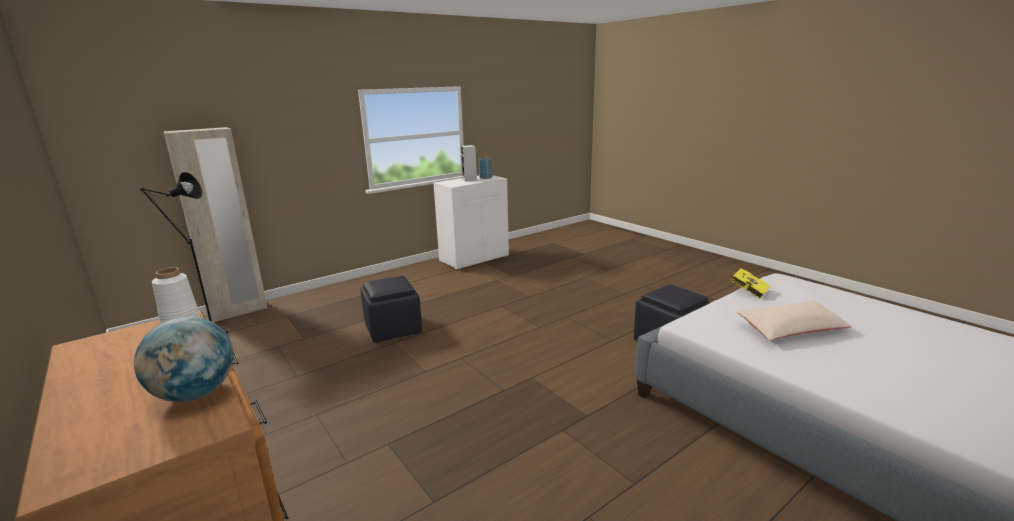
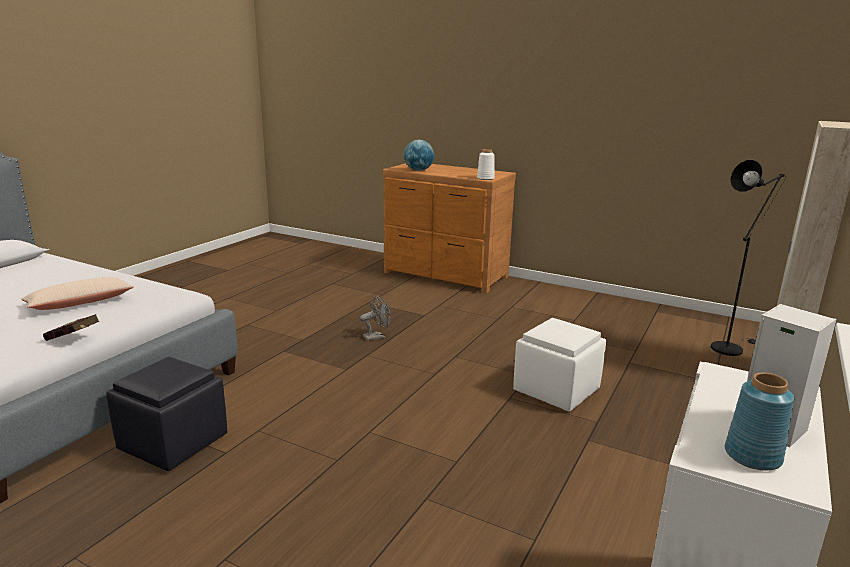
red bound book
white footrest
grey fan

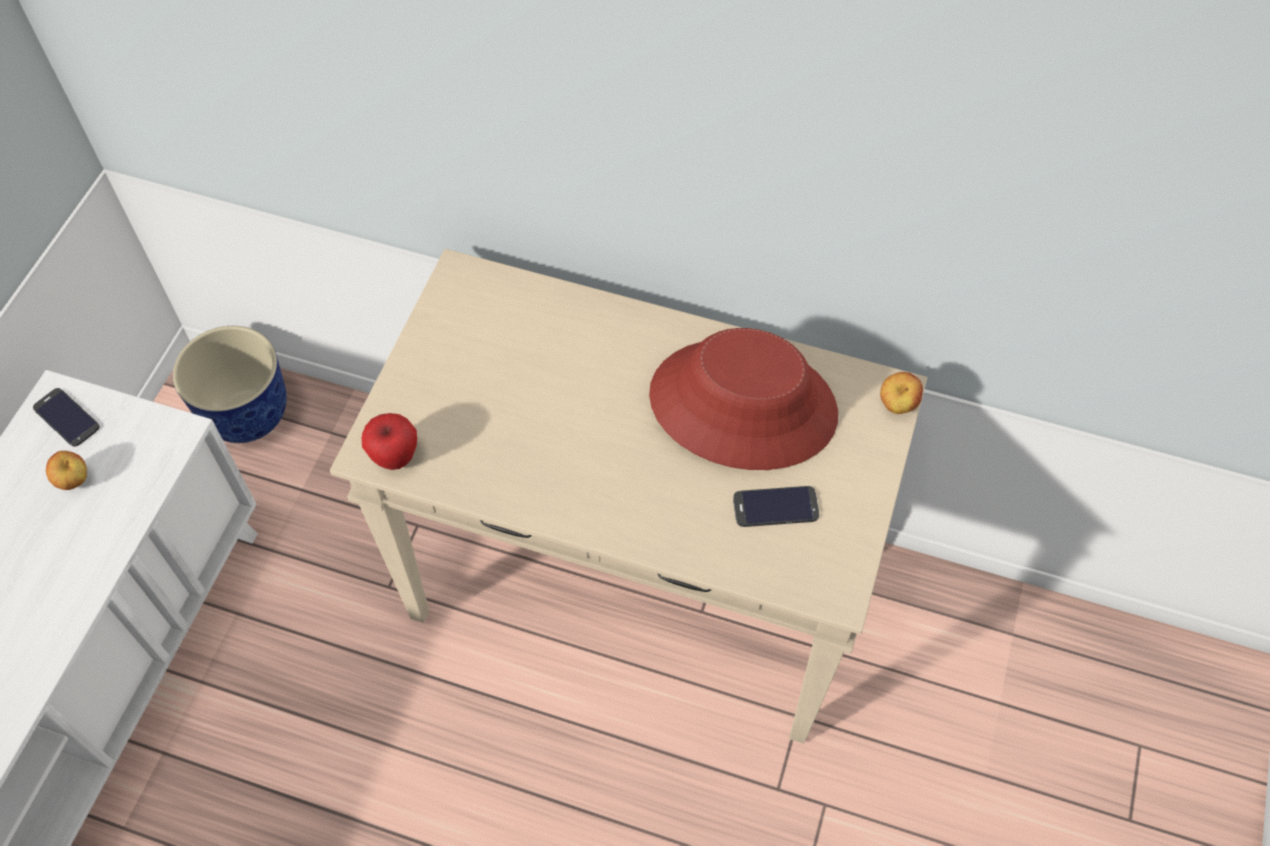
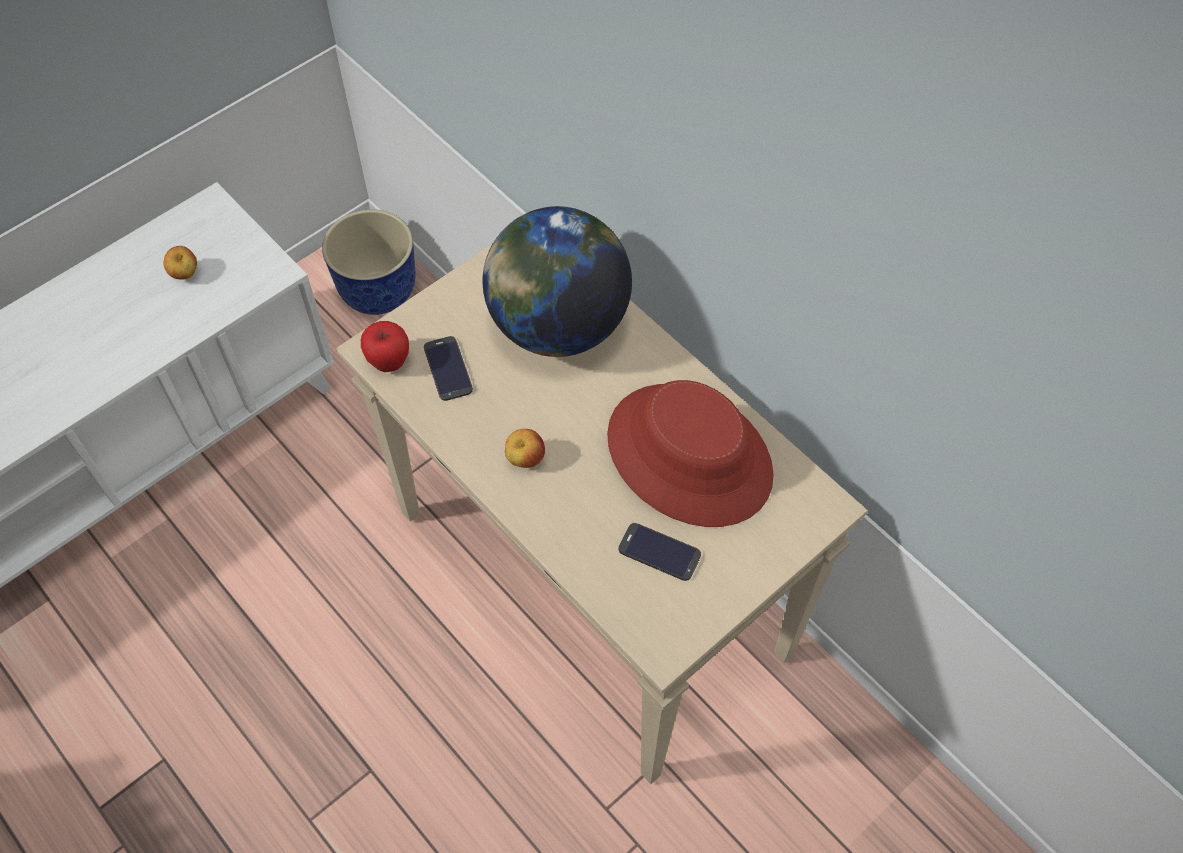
apple (3rd from left)
phone (1st from left)
globe

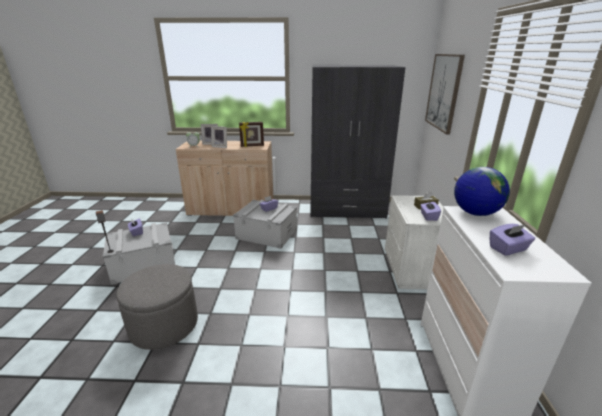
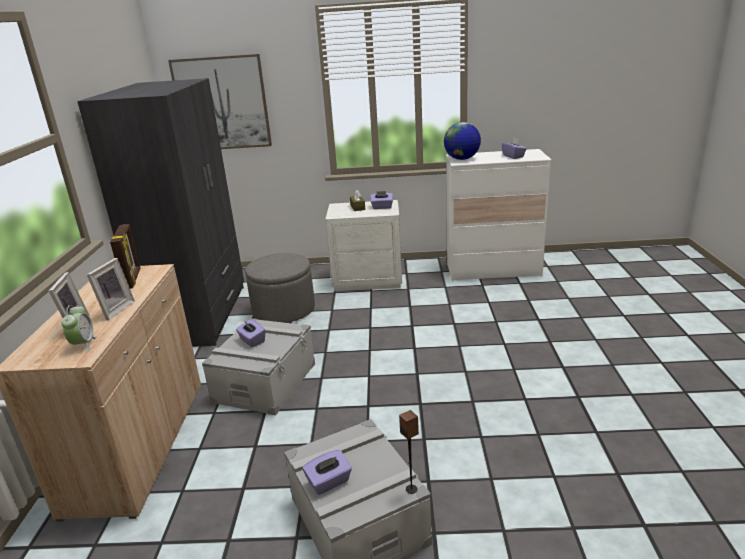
grey footrest

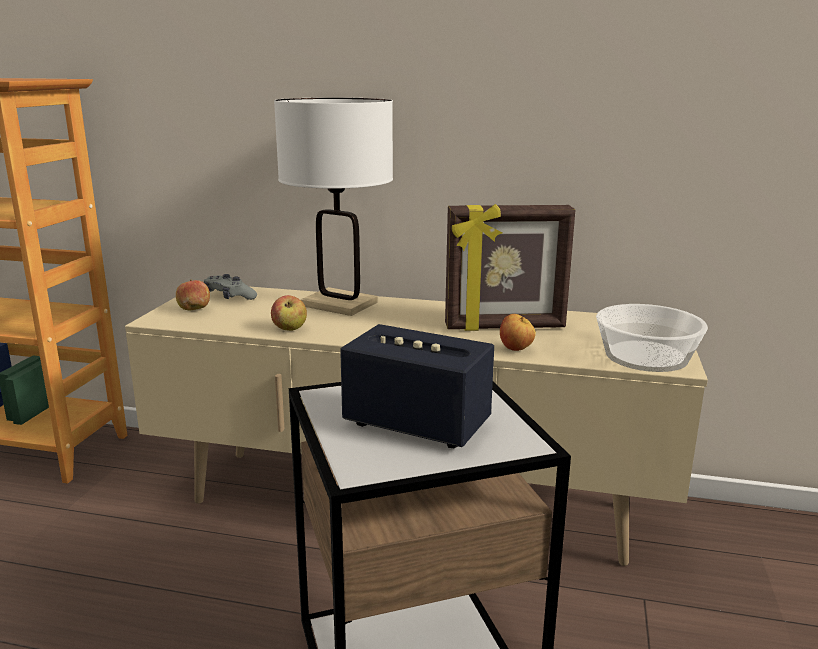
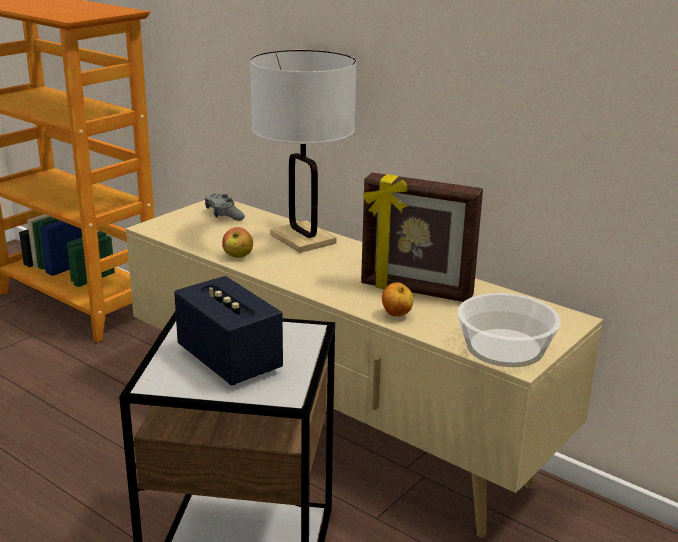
apple (1st from left in the first image)

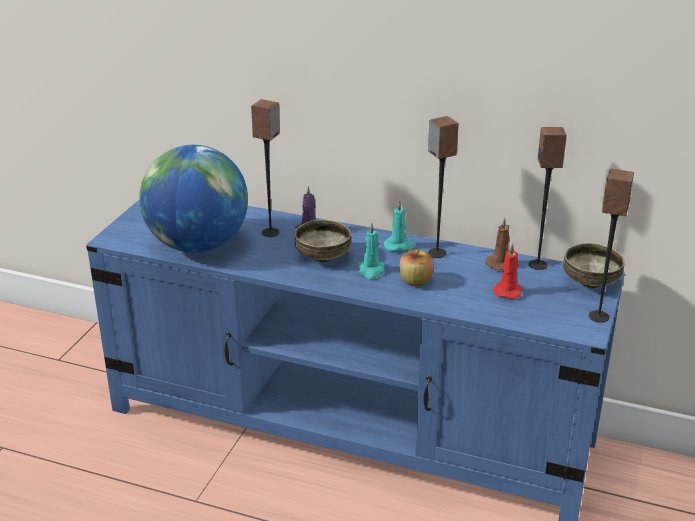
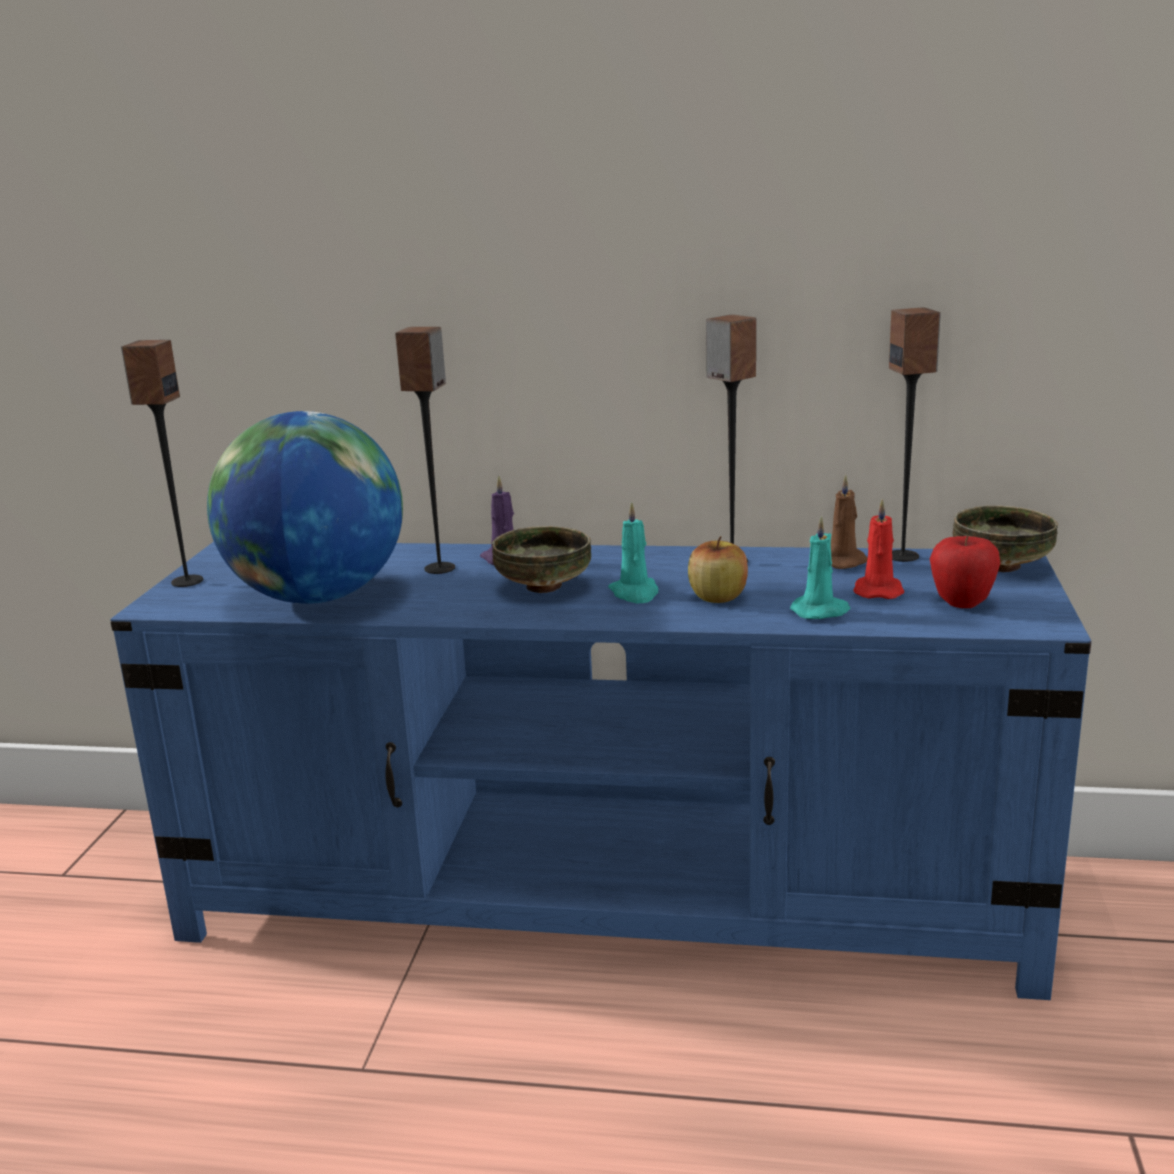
speaker (1st from left)
blue-green wax candle (2nd from left)
apple (2nd from left)

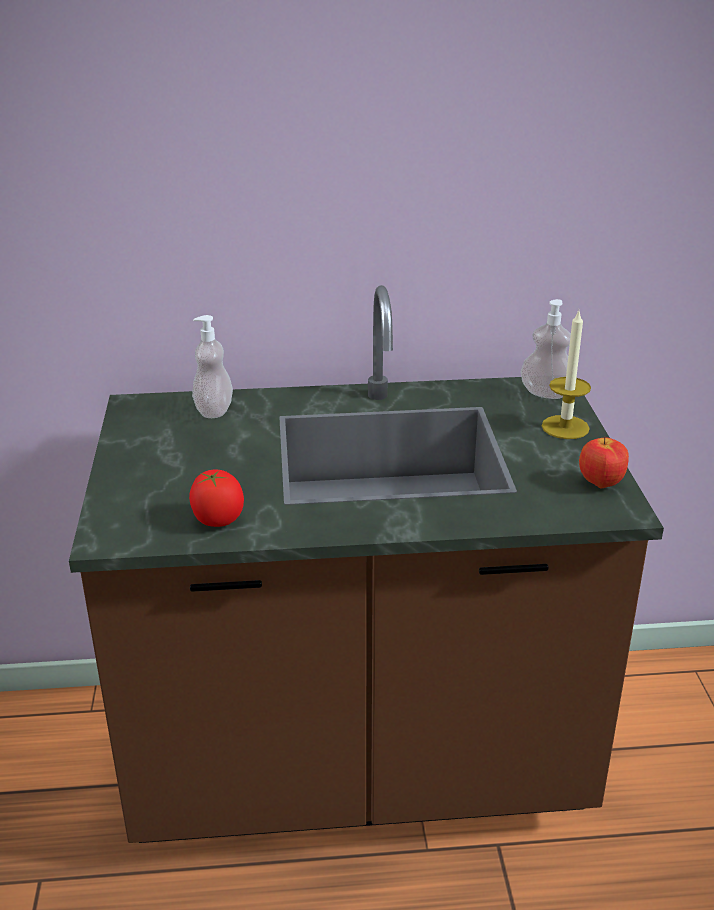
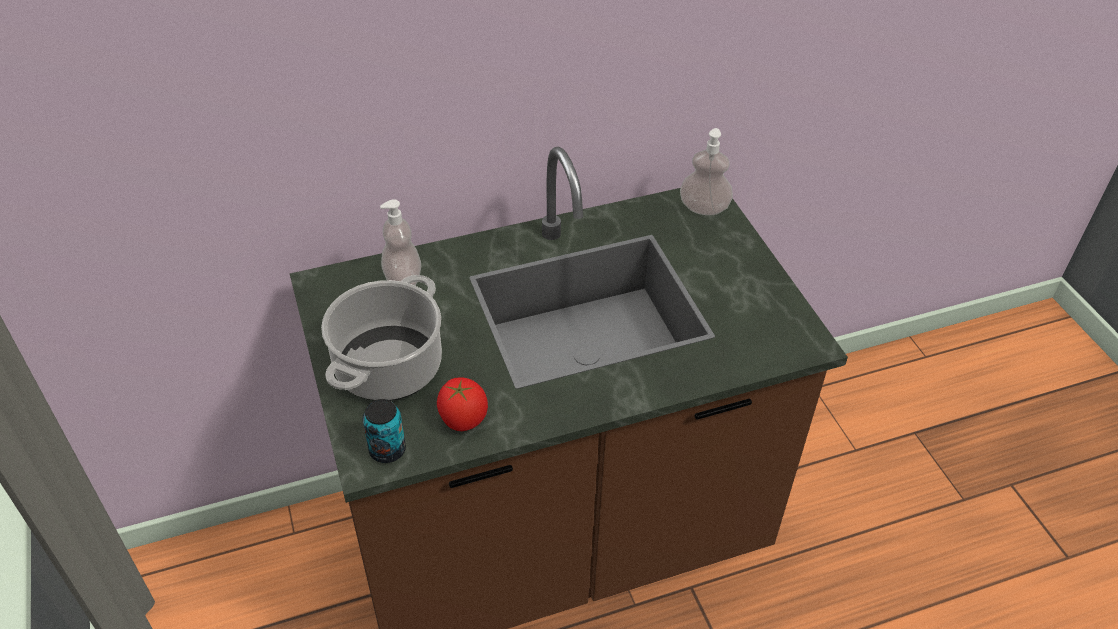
wax candle
apple
stockpot
metal can

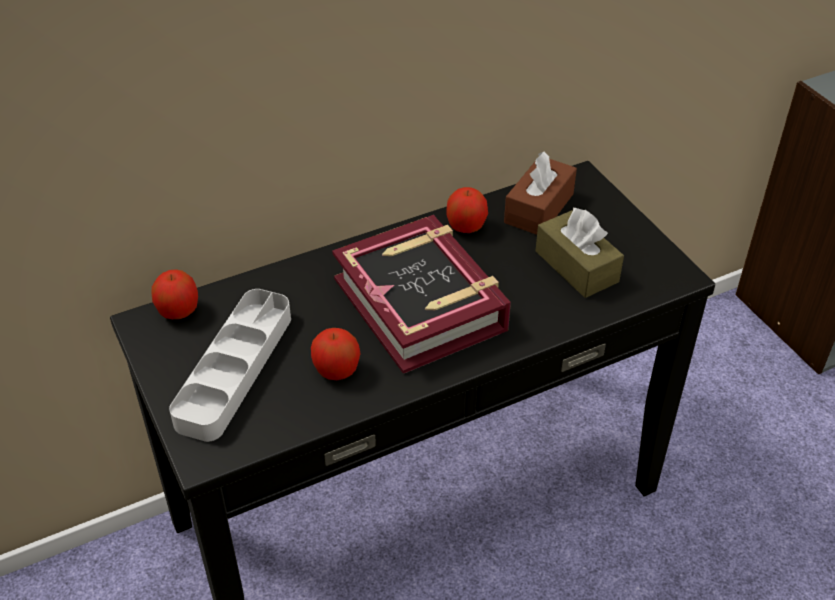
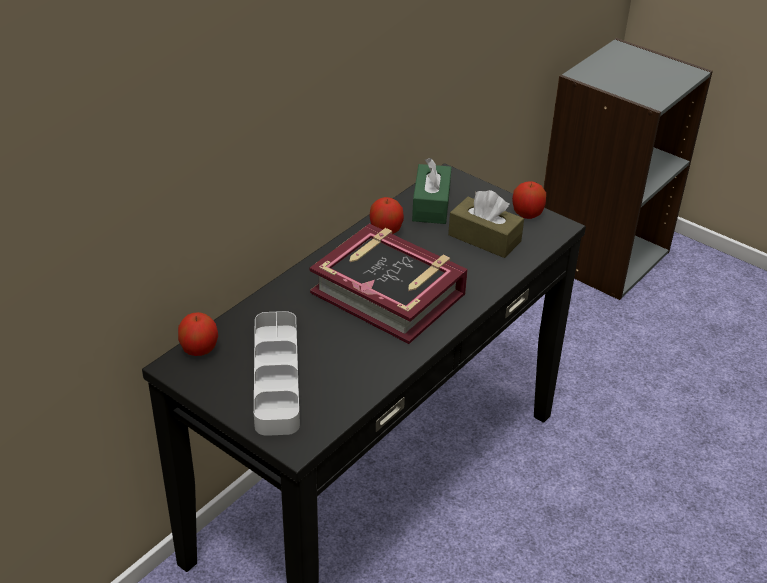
green-coloured tissue box
apple (3rd from left)

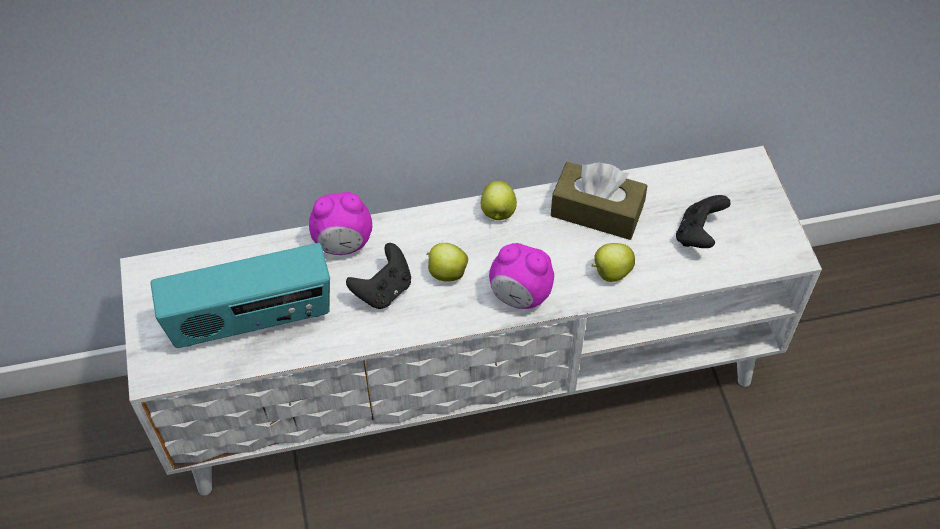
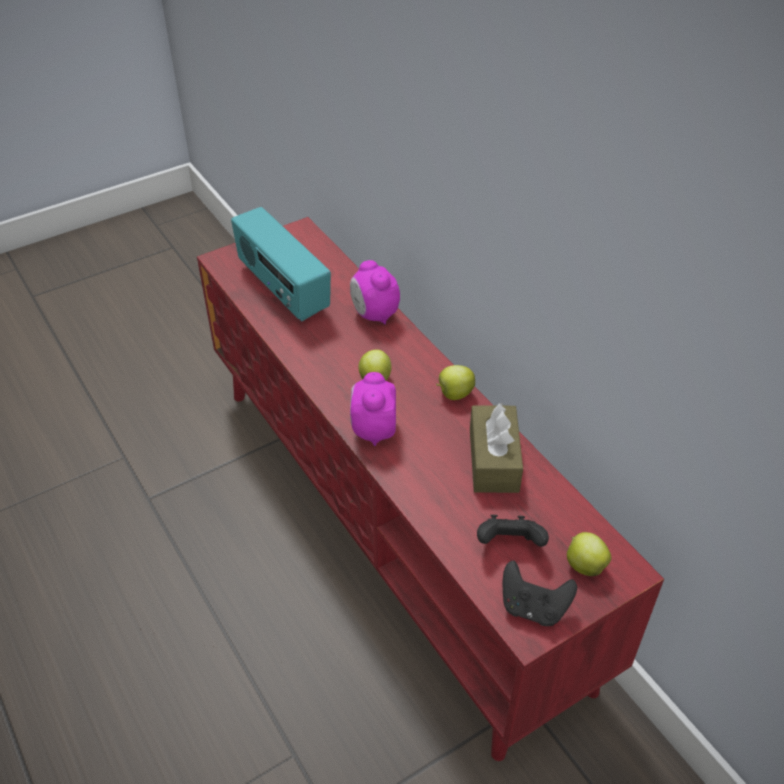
red tv stand
black-coloured joypad (2nd from left)
apple (3rd from left)

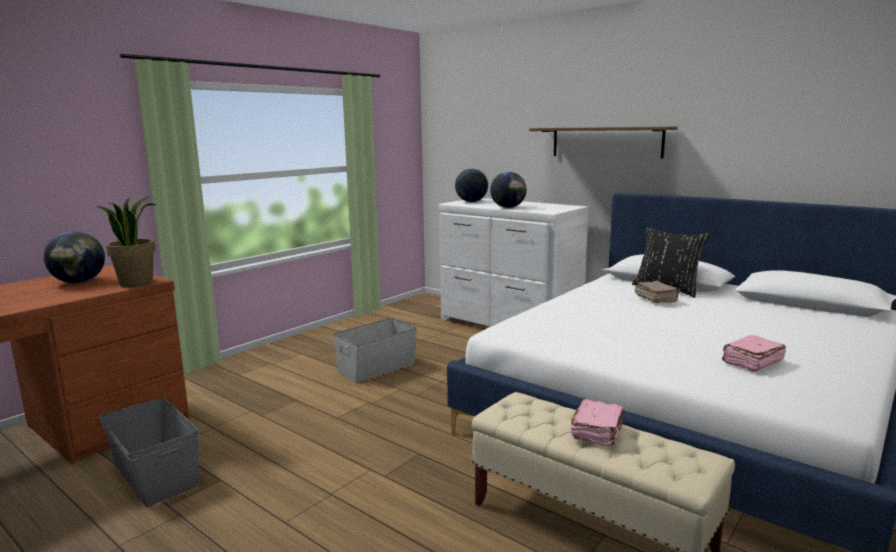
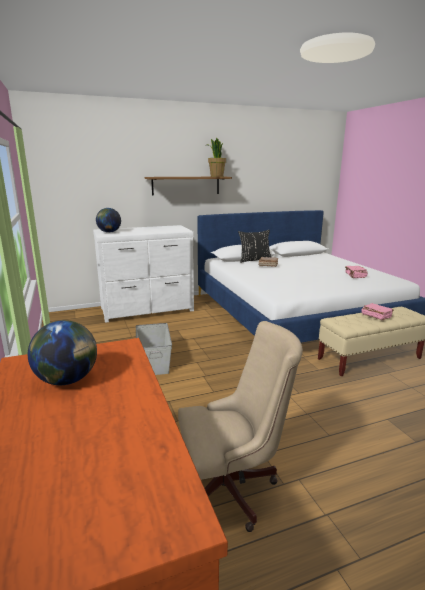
globe (3rd from left in the first image)
potted plant
sand-coloured desk chair

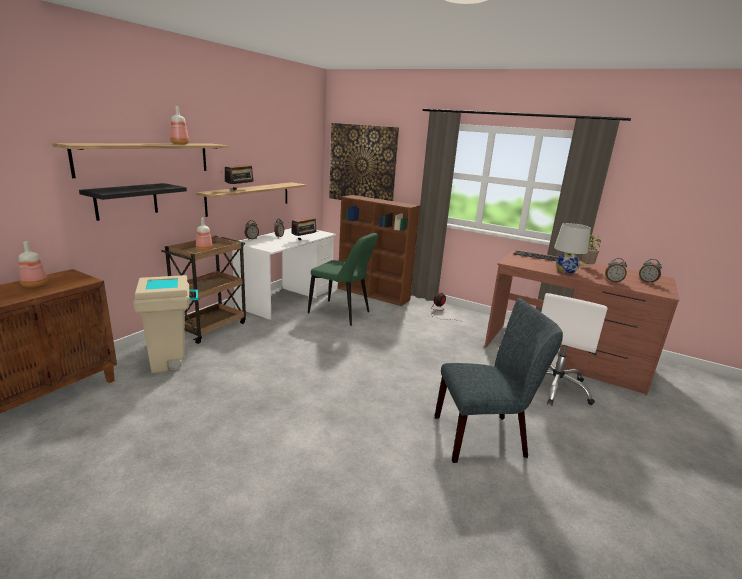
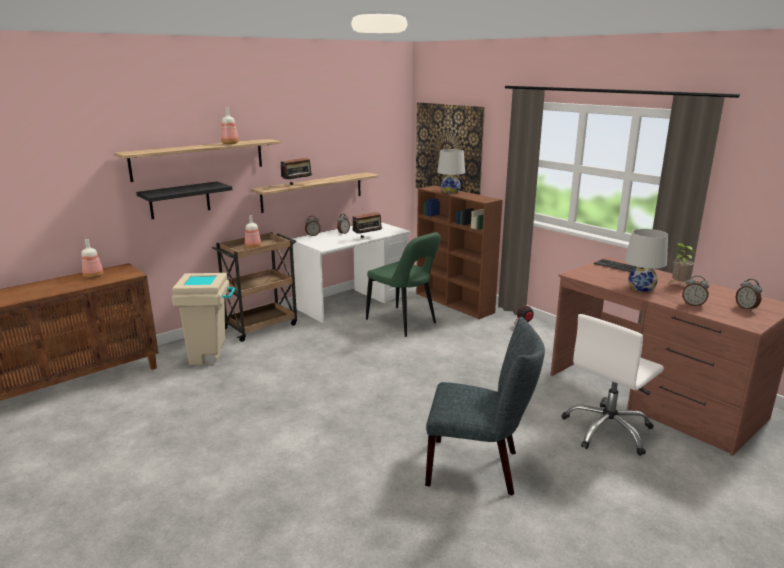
white table lamp (1st from left)

